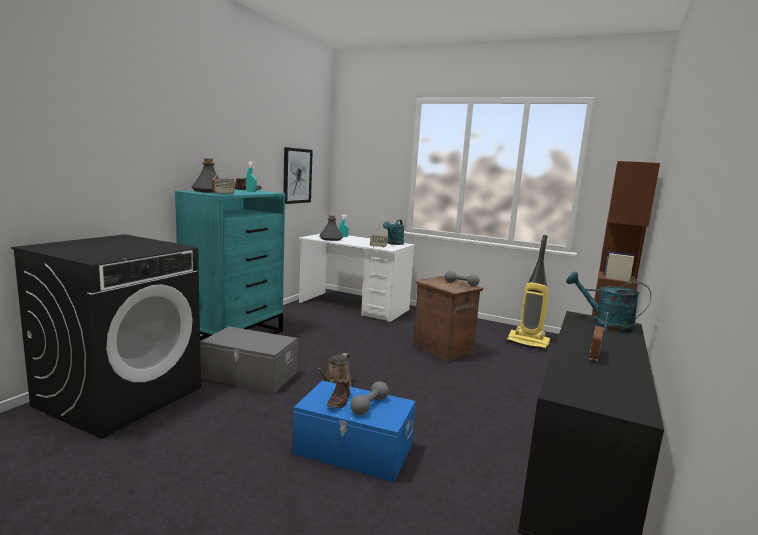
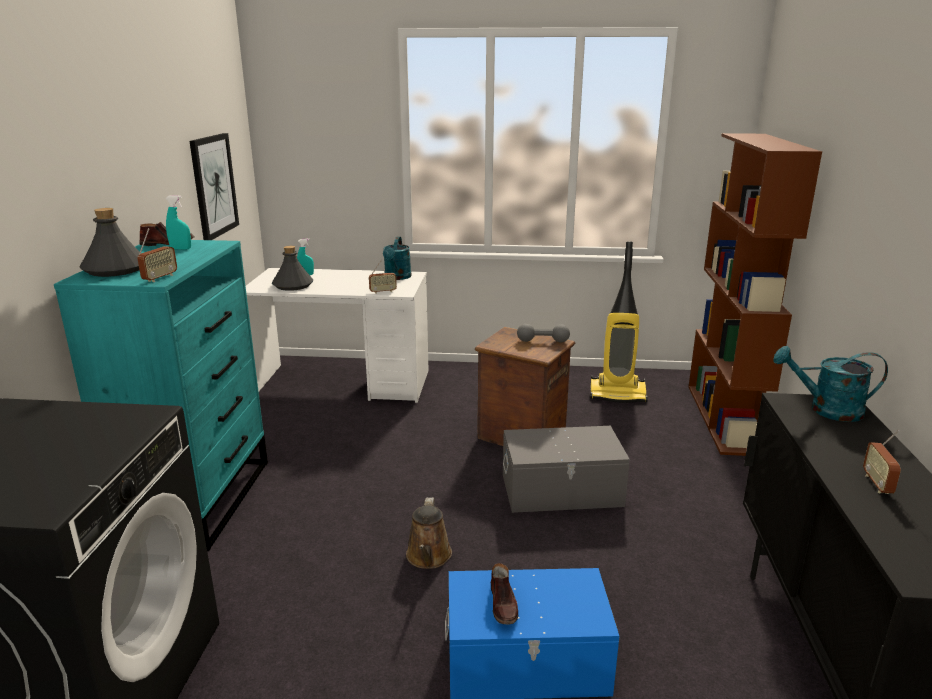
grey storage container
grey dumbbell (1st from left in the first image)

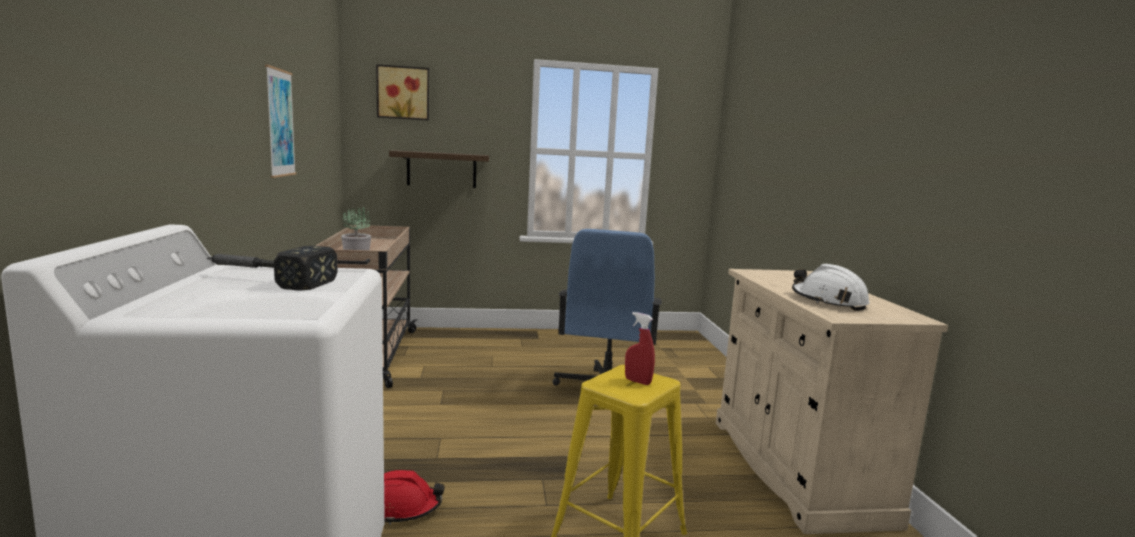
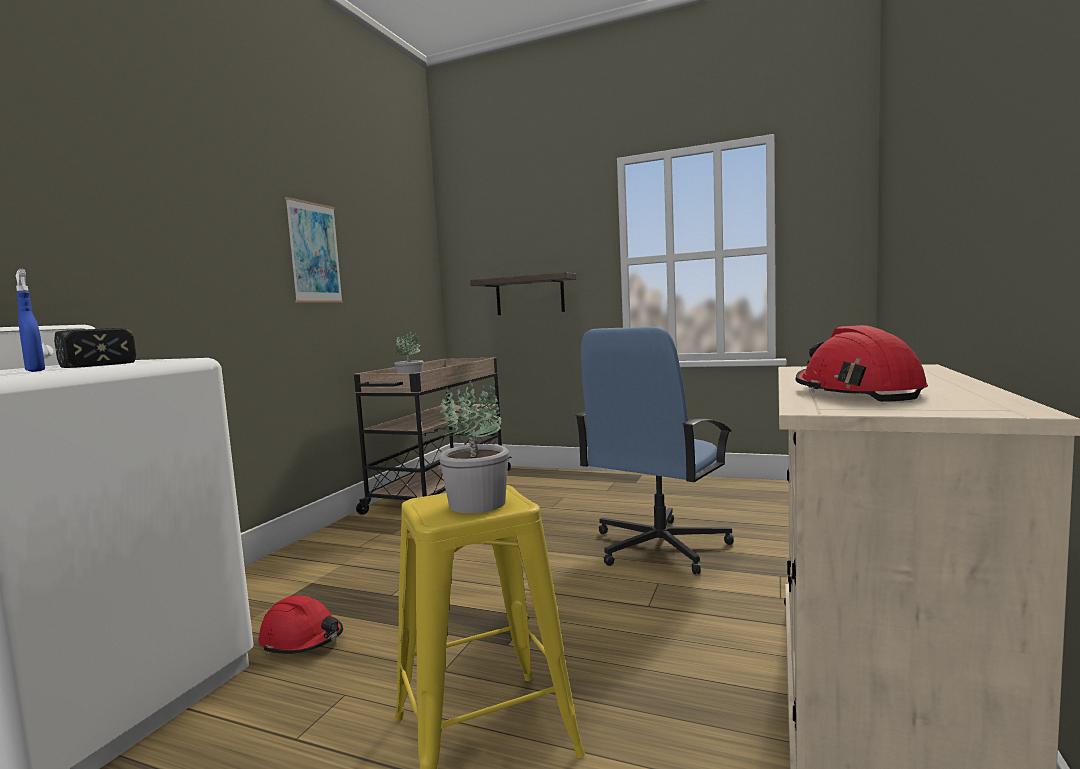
picture (2nd from left in the first image)
red safety helmet (2nd from left)
potted plant (2nd from left)
blue-coloured spray bottle

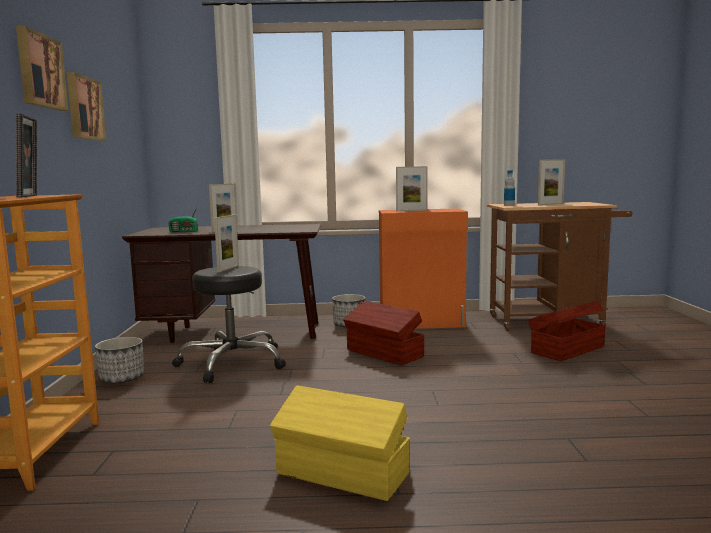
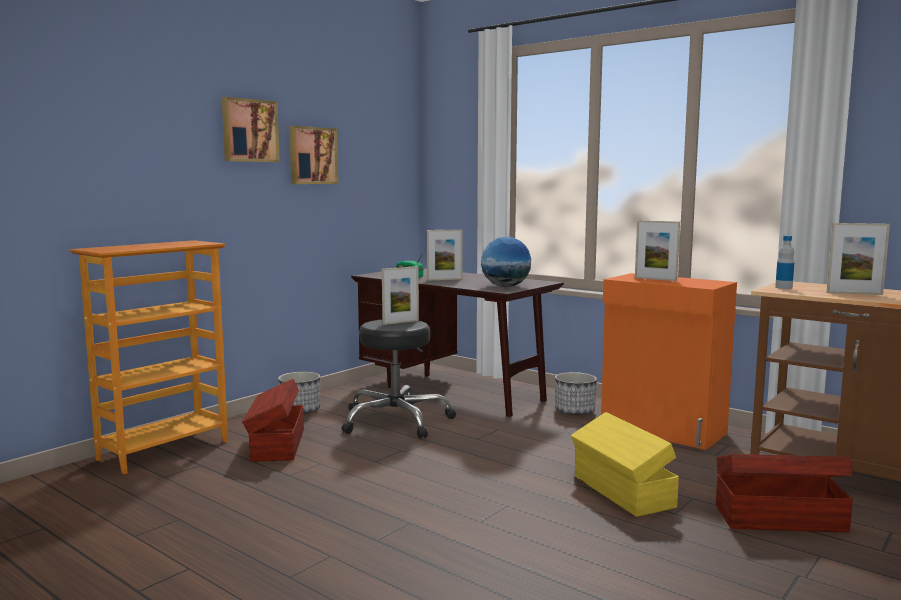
picture frame (1st from left in the first image)
brown storage container (1st from left)
yellowish storage container
globe

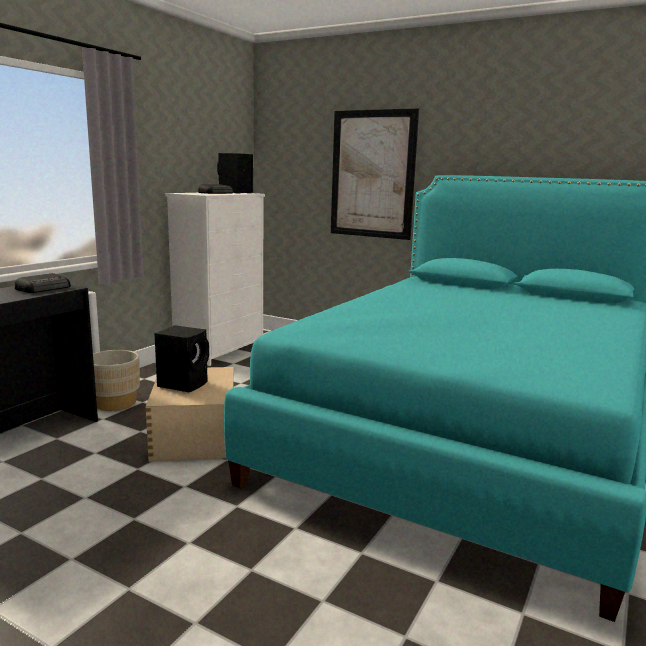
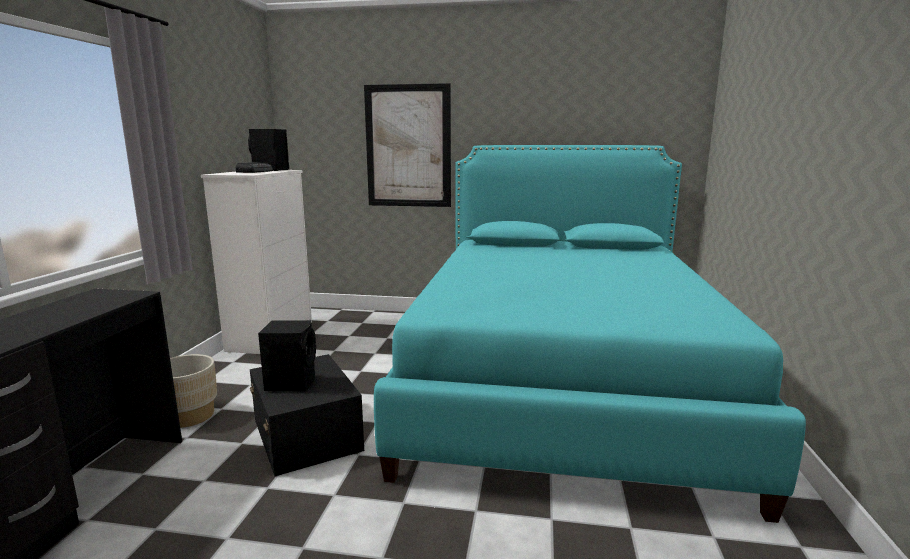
radio set (1st from left in the first image)
black-coloured storage container

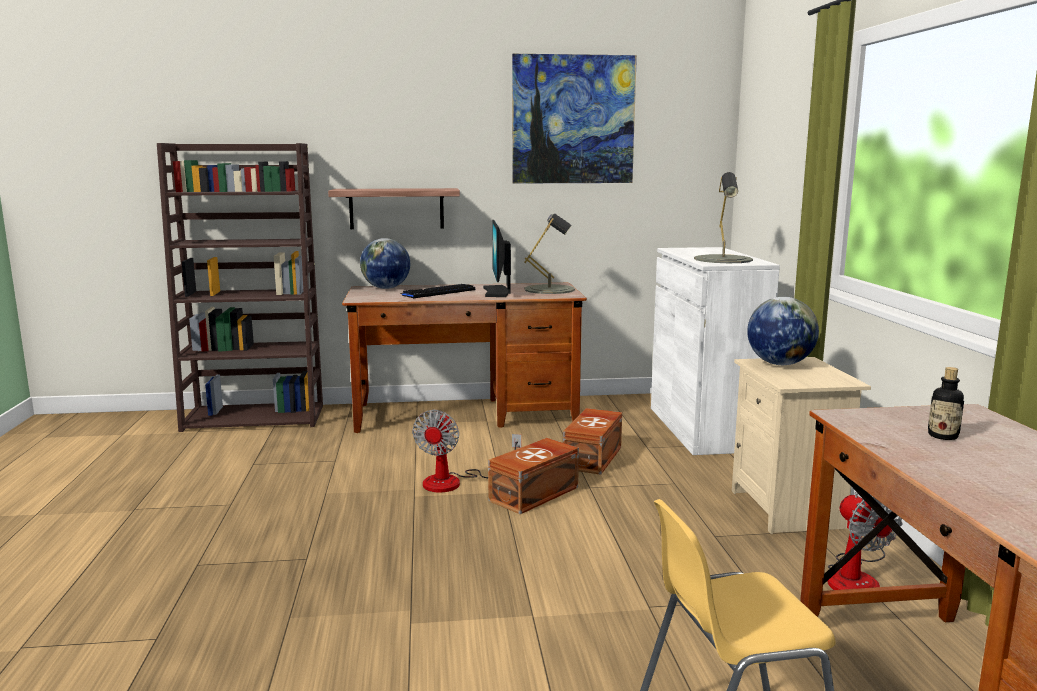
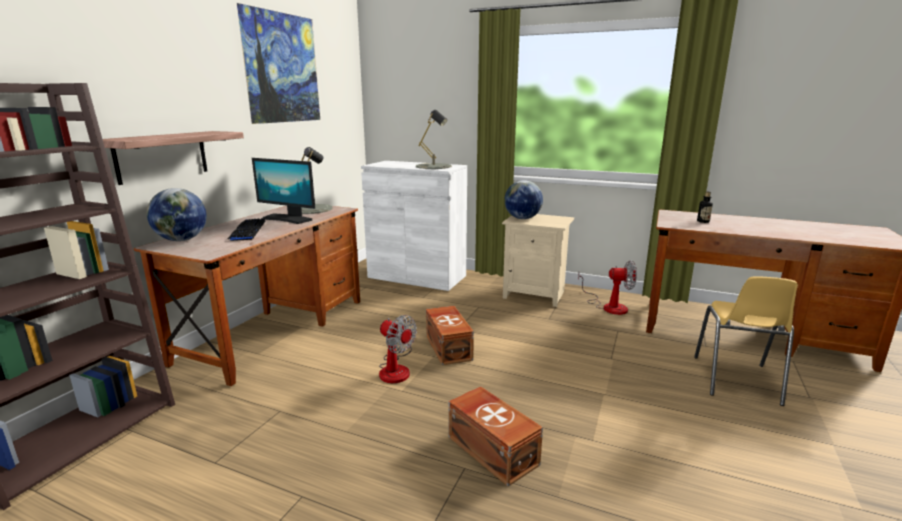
brown storage container (2nd from left)

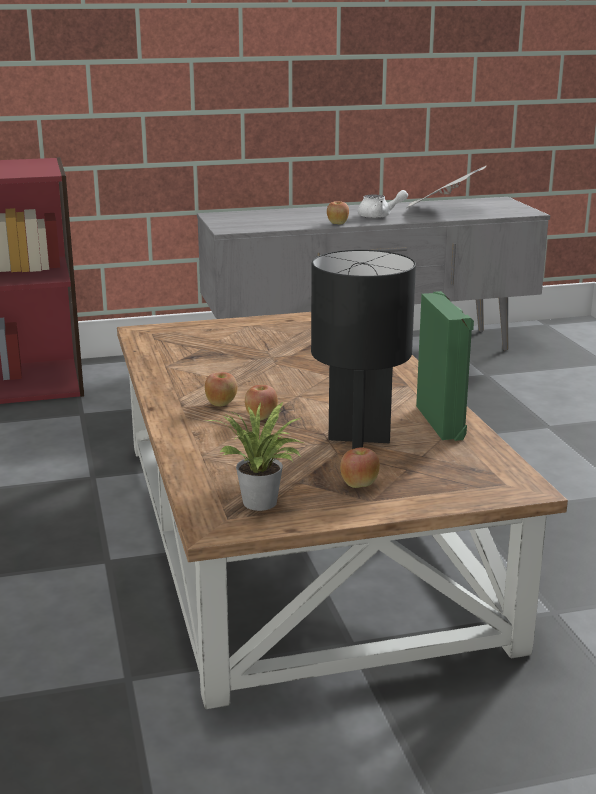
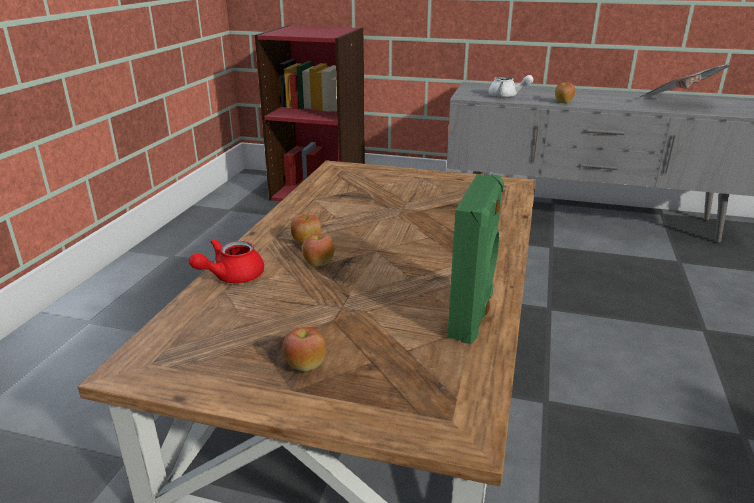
white pot for tea
black-coloured table lamp
potted plant
red pot for tea

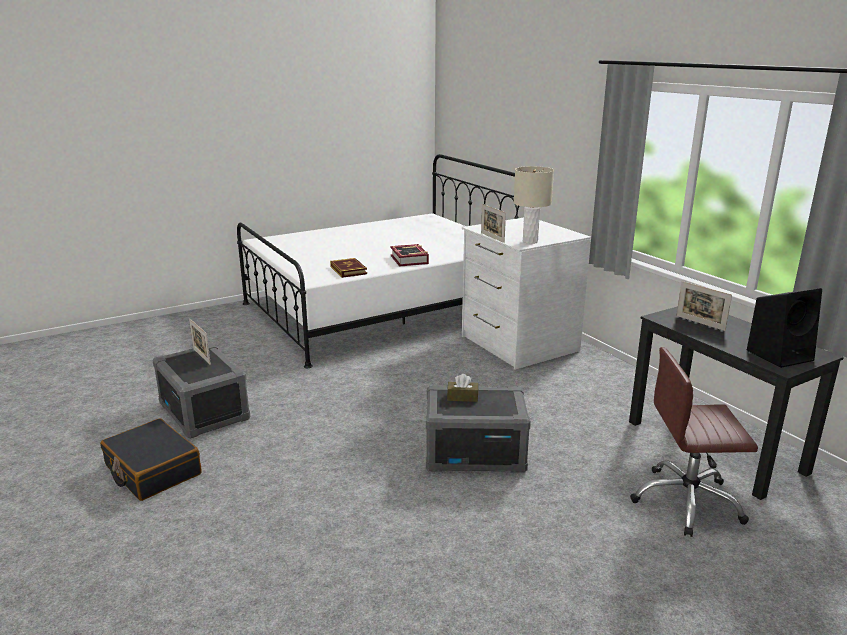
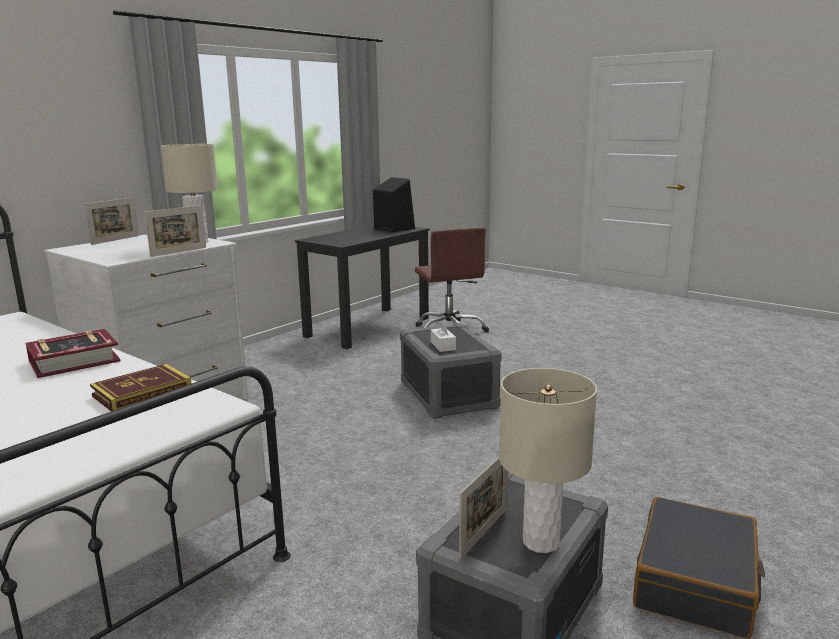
picture frame (1st from left)
white tissue box
sand-coloured table lamp (2nd from left)

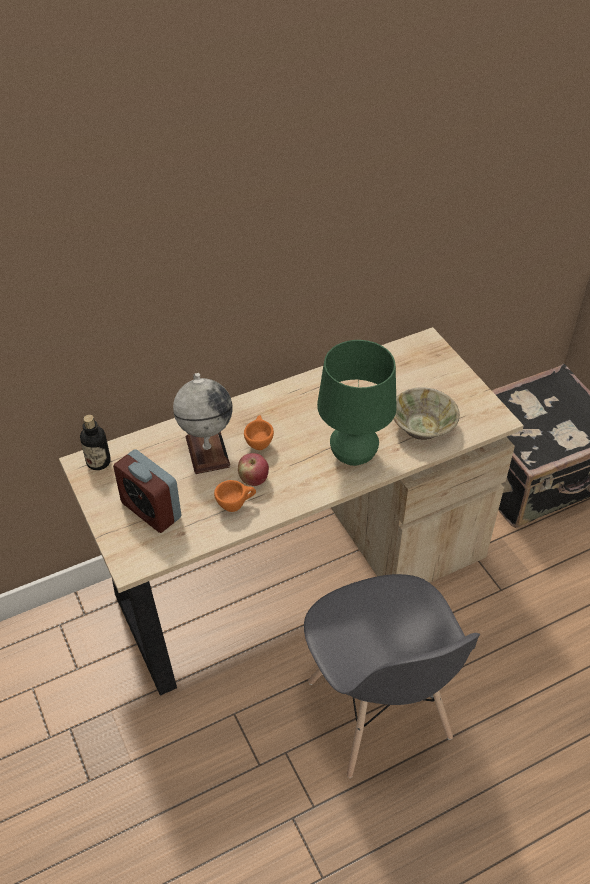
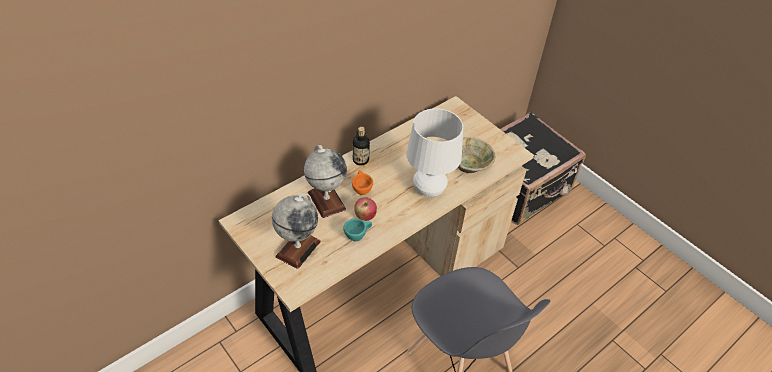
white table lamp
bottle
globe (1st from left)
blue-green cup

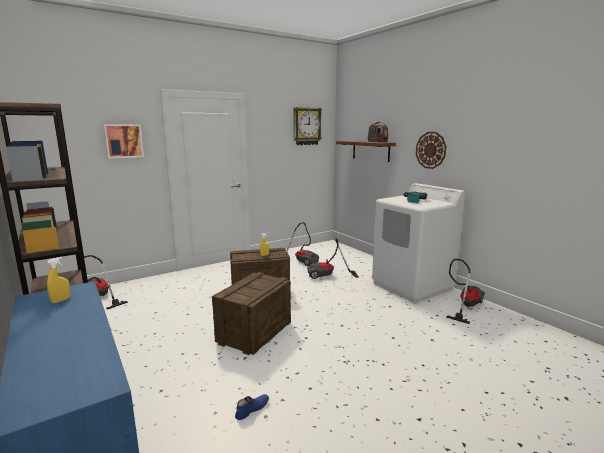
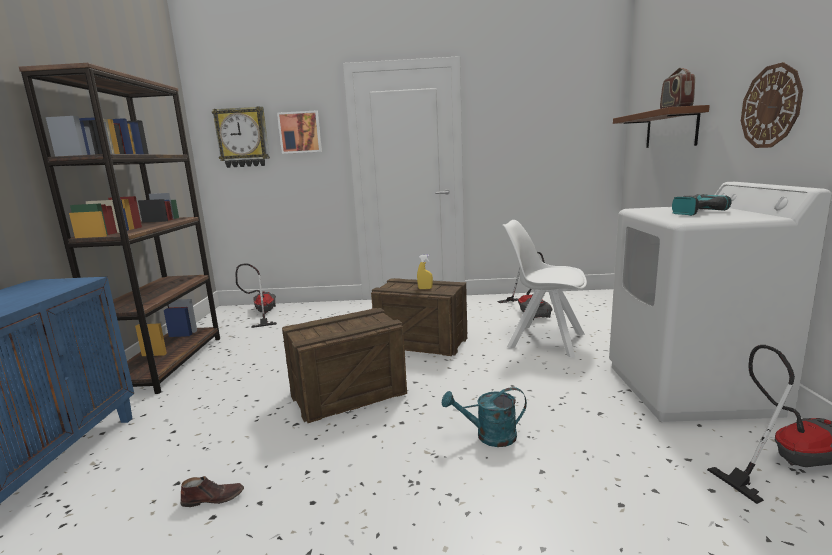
clock on the wall (1st from left)
white plain chair
yellowish spray bottle (1st from left in the first image)
brown shoe
blue-green watering can

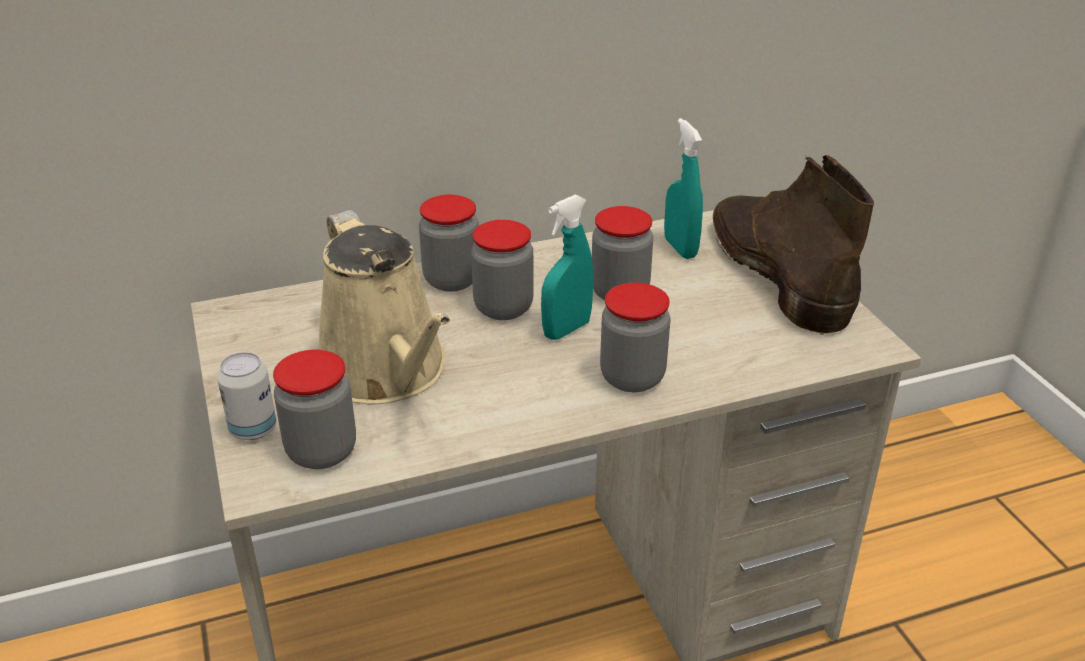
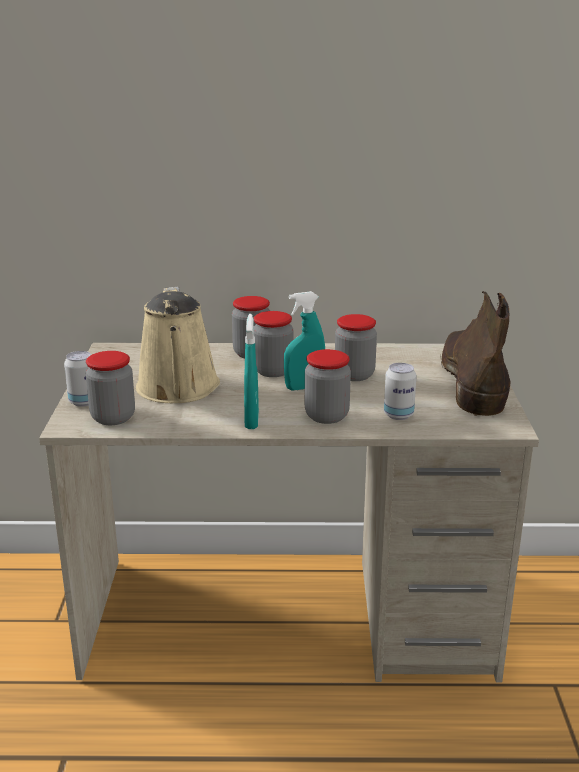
blue-green spray bottle (1st from left)
metal can (2nd from left)

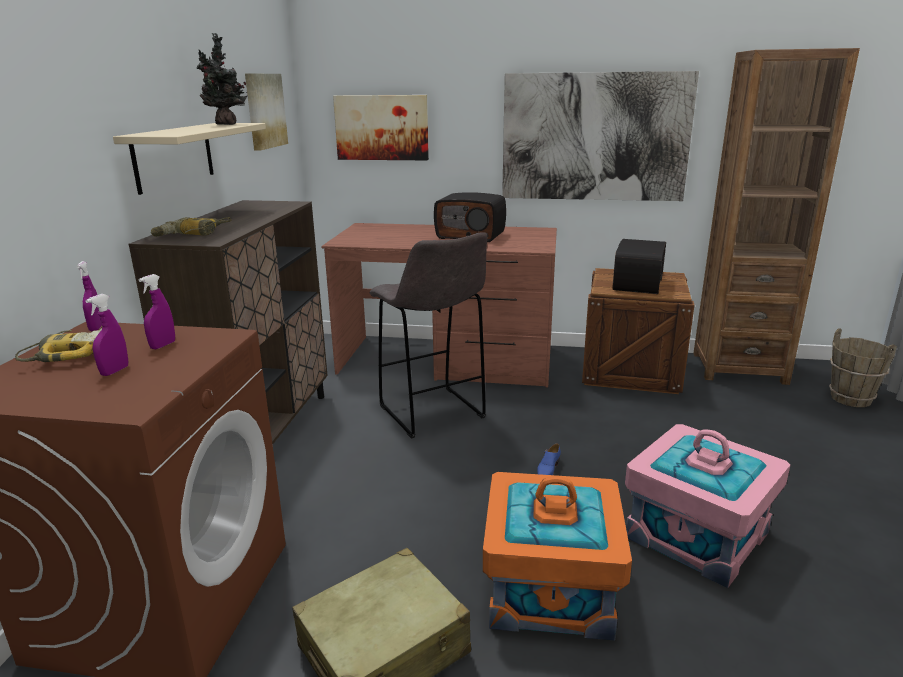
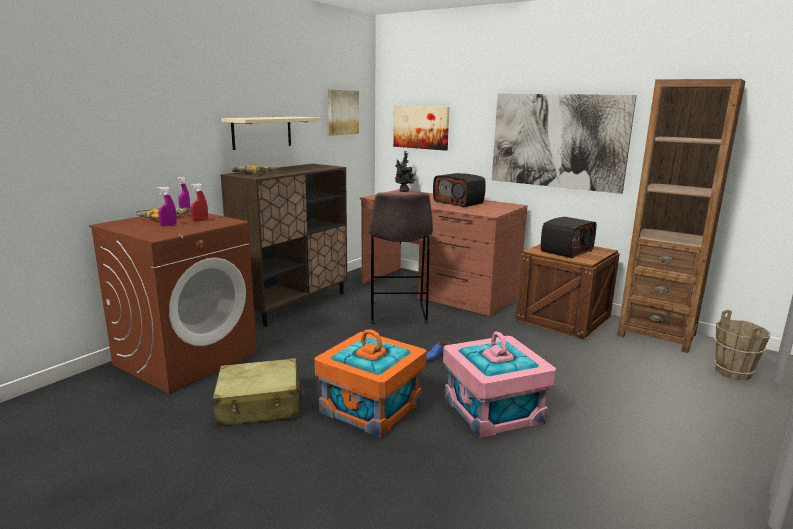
potted plant
red spray bottle

